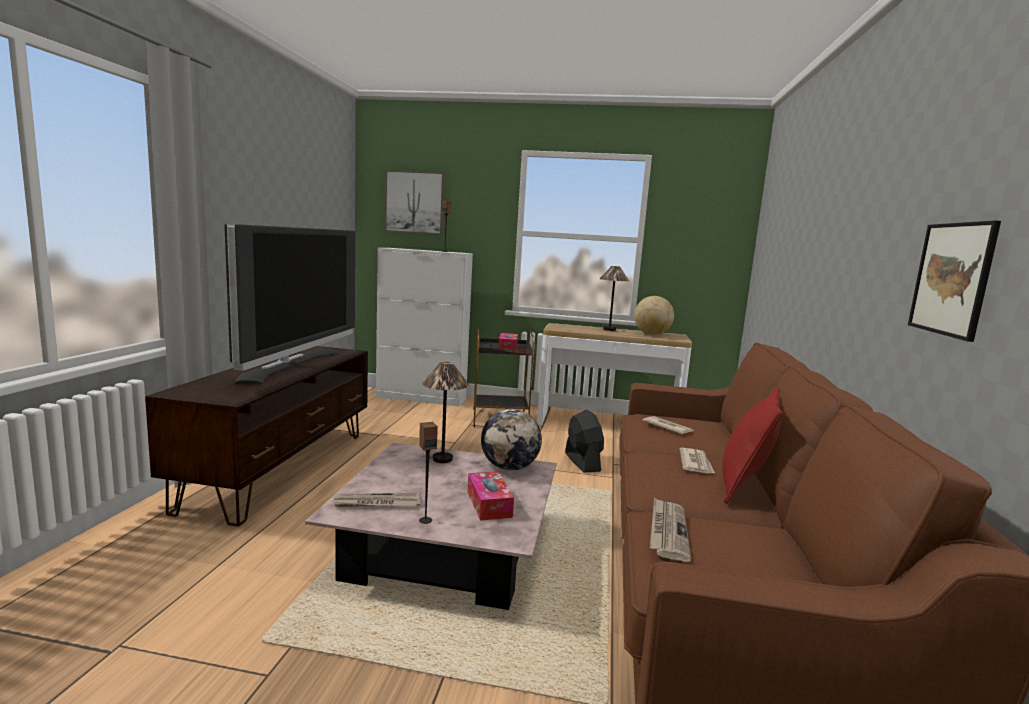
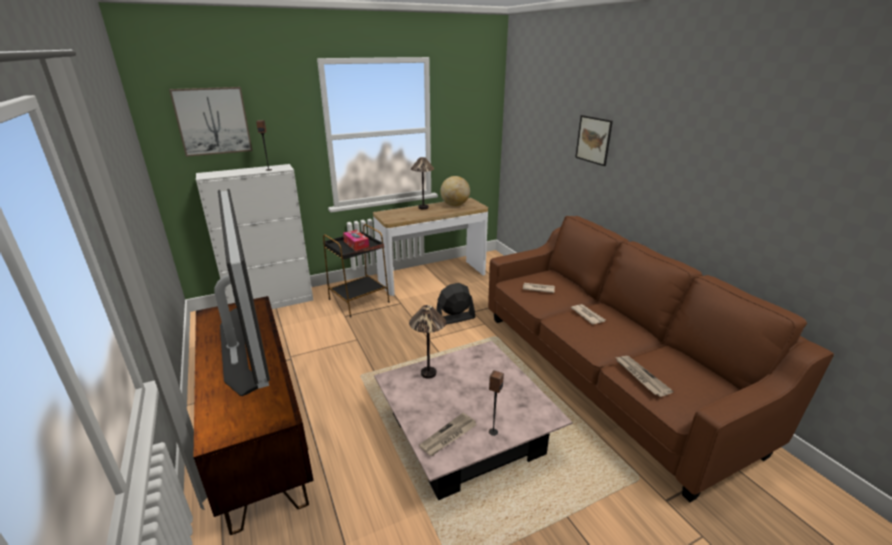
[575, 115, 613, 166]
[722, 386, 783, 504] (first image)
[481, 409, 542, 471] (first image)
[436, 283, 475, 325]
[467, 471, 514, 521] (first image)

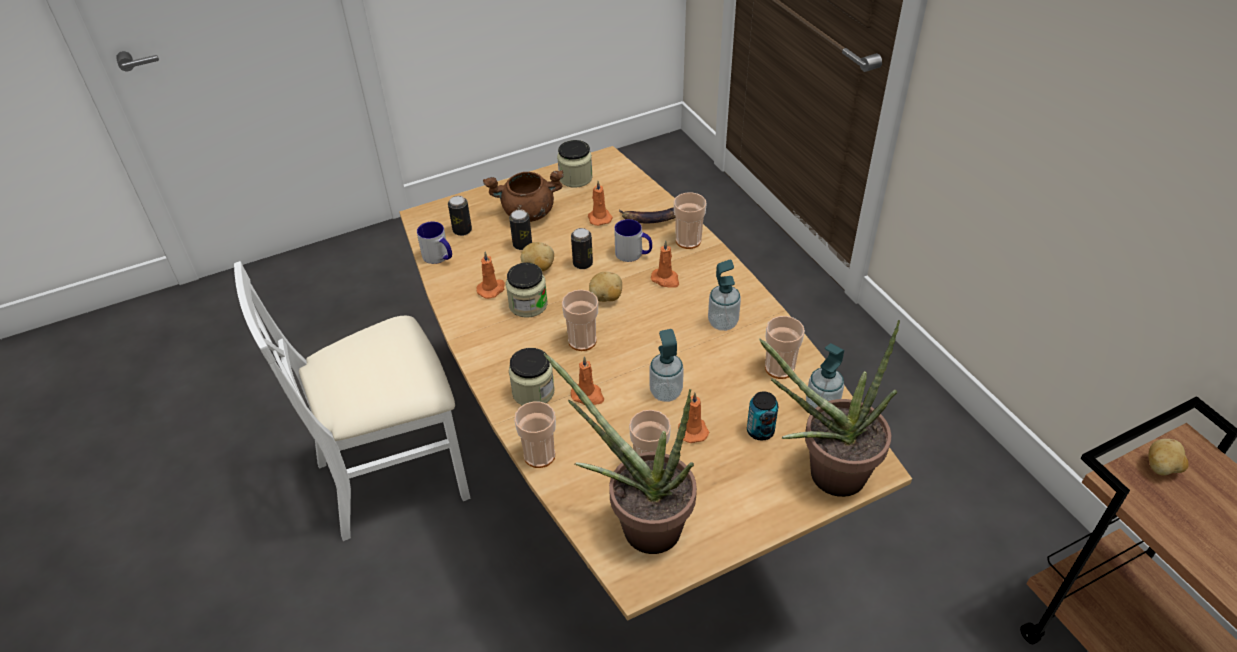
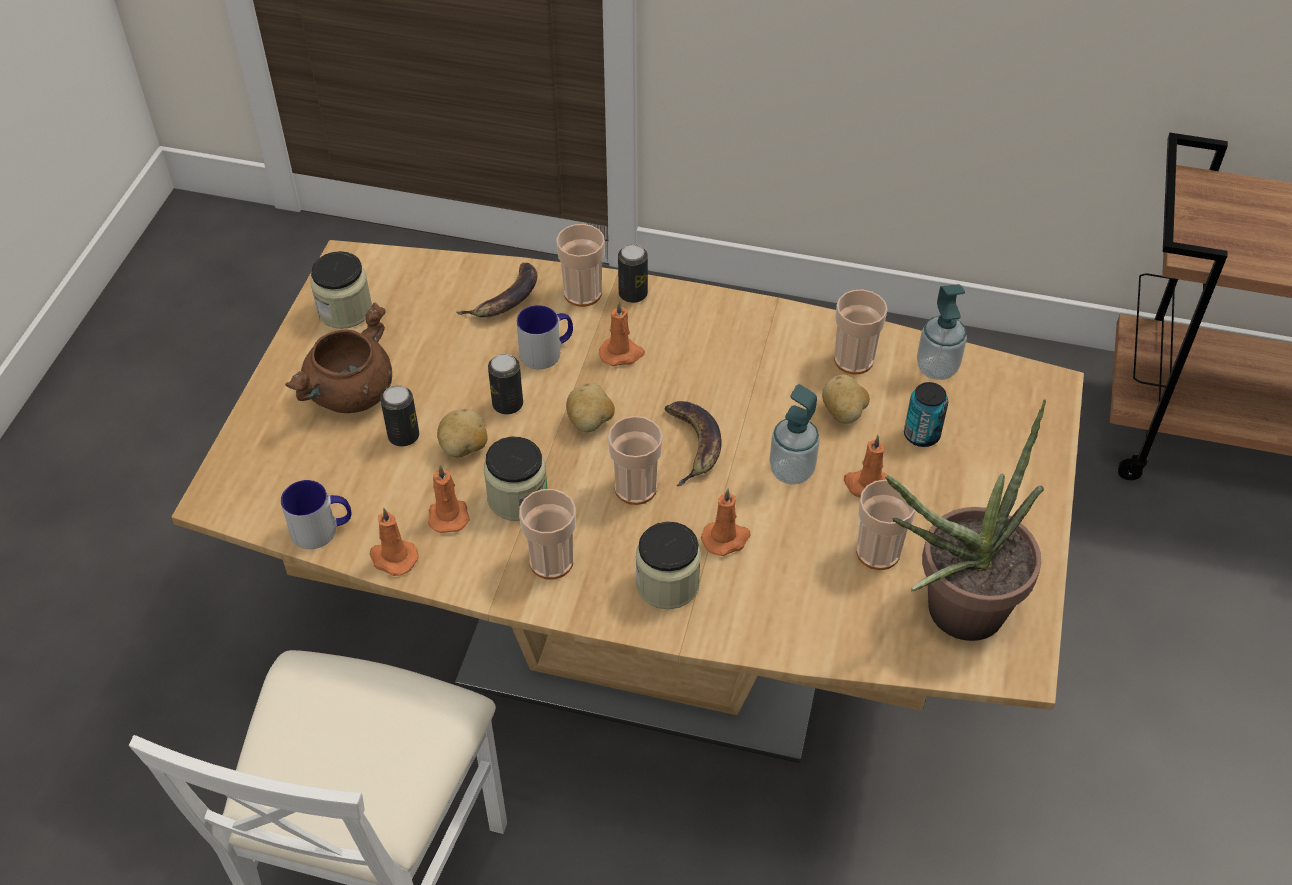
[370, 508, 419, 576]
[618, 244, 648, 303]
[708, 260, 741, 331] (first image)
[759, 320, 900, 497] (first image)
[519, 489, 575, 579]
[822, 374, 870, 424]
[665, 401, 722, 486]

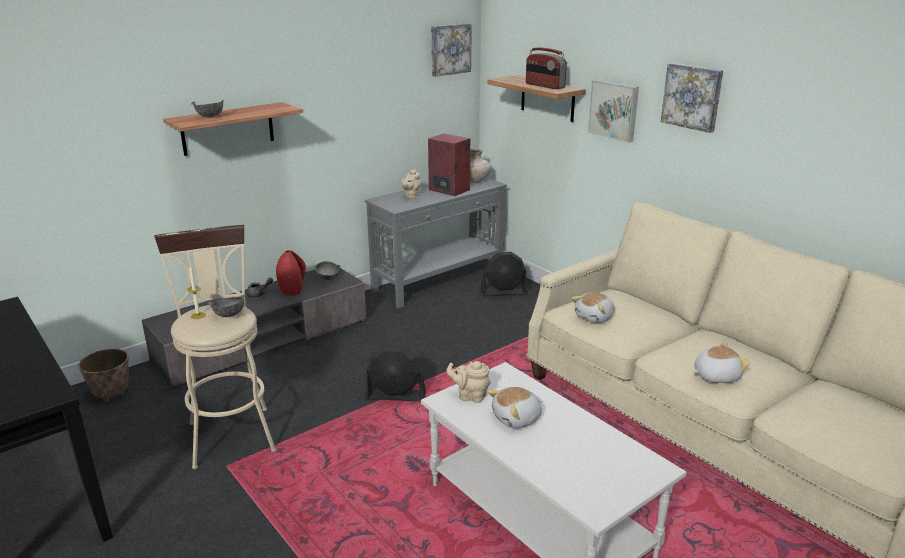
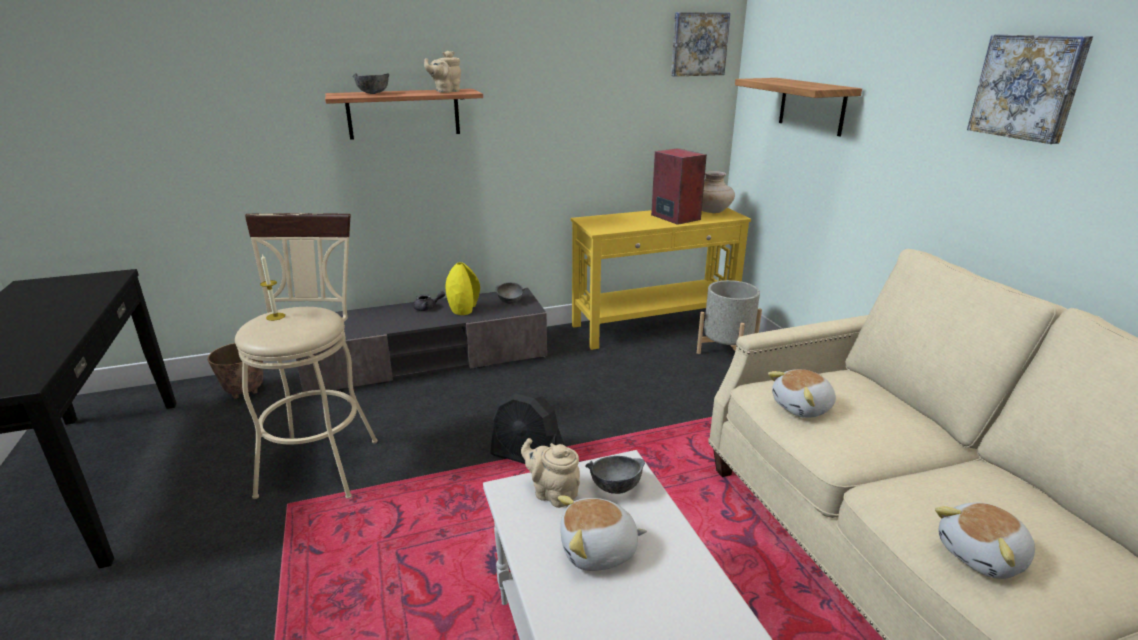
[526, 48, 567, 89] (first image)
[588, 80, 639, 143] (first image)
[424, 51, 461, 93]
[571, 208, 751, 350]
[445, 262, 480, 315]
[697, 280, 762, 354]
[585, 456, 645, 494]
[935, 502, 1035, 579]

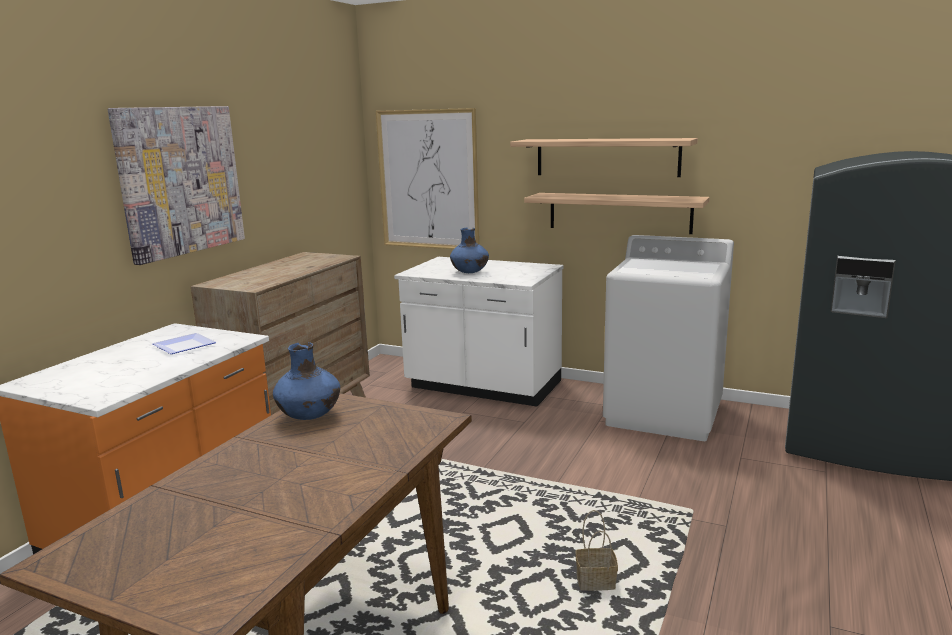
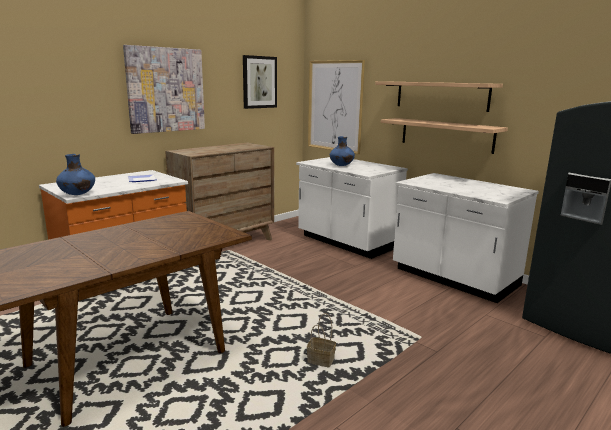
[393, 173, 539, 303]
[56, 154, 95, 195]
[243, 55, 277, 109]

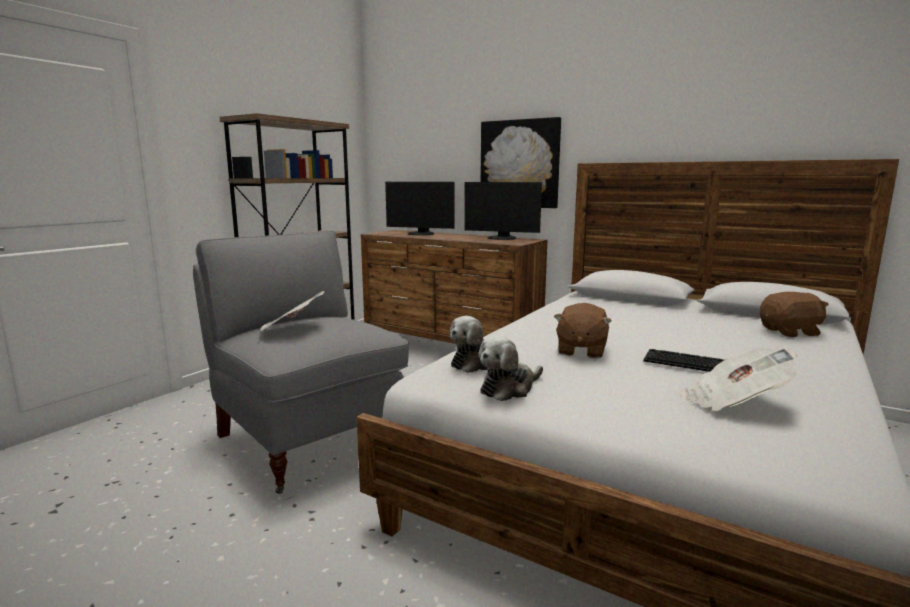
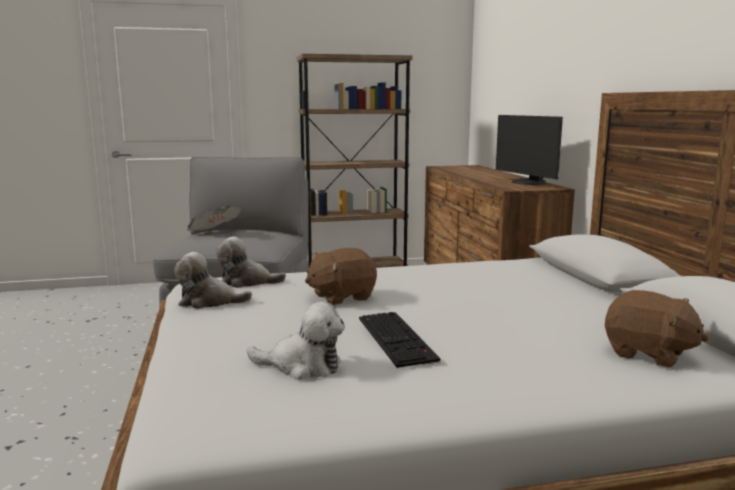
[480, 117, 561, 208] (first image)
[385, 182, 454, 235] (first image)
[247, 301, 345, 380]

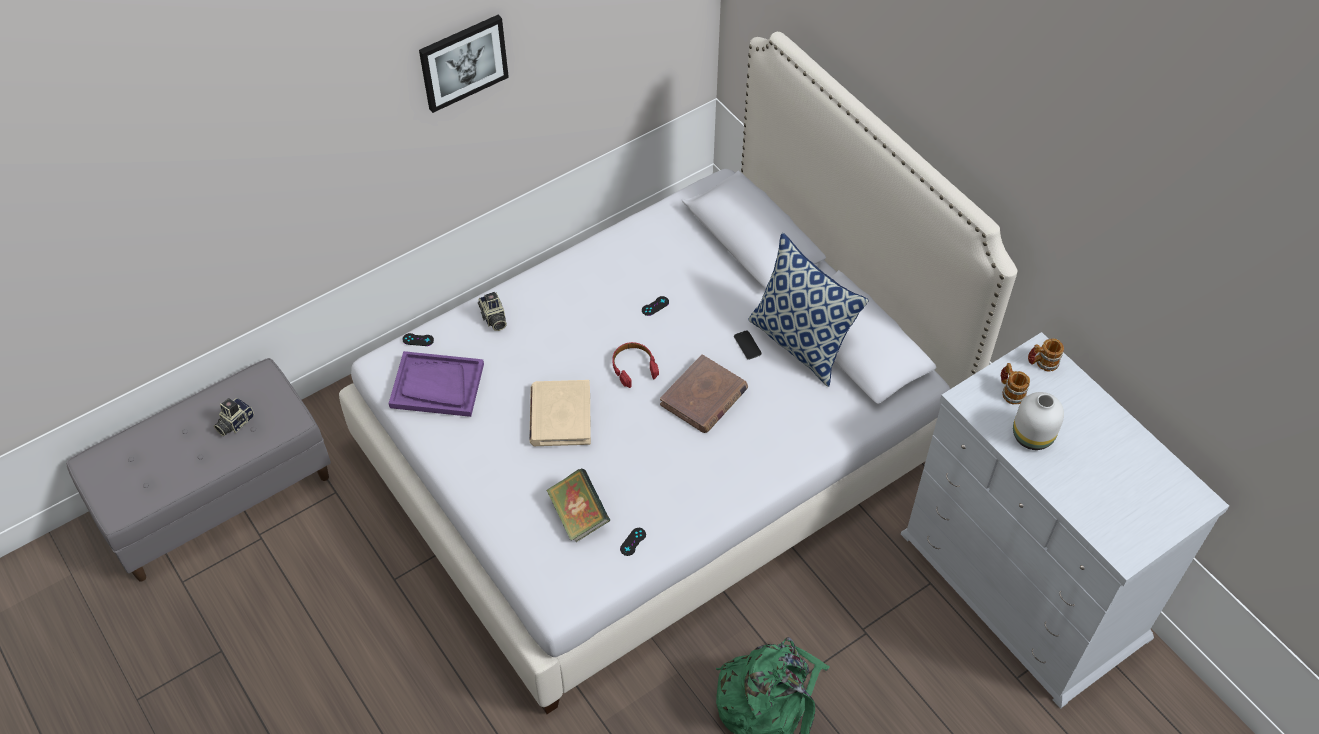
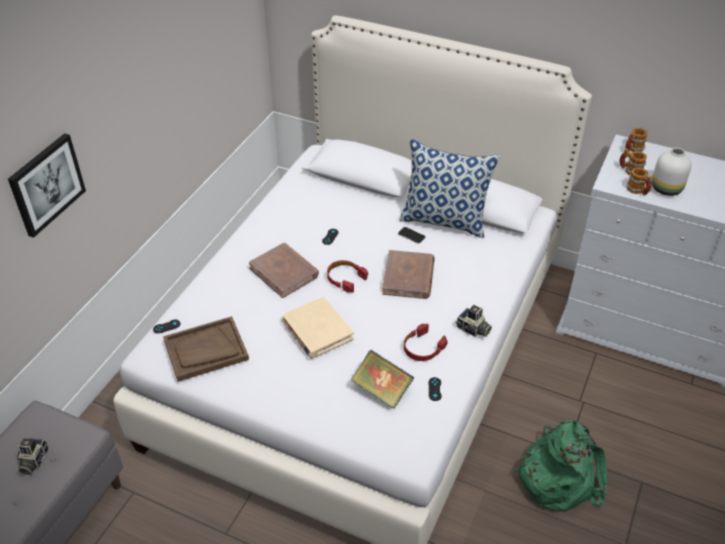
[8, 133, 86, 238]
[455, 305, 492, 337]
[163, 316, 249, 382]
[627, 167, 652, 195]
[249, 243, 319, 298]
[404, 324, 448, 361]

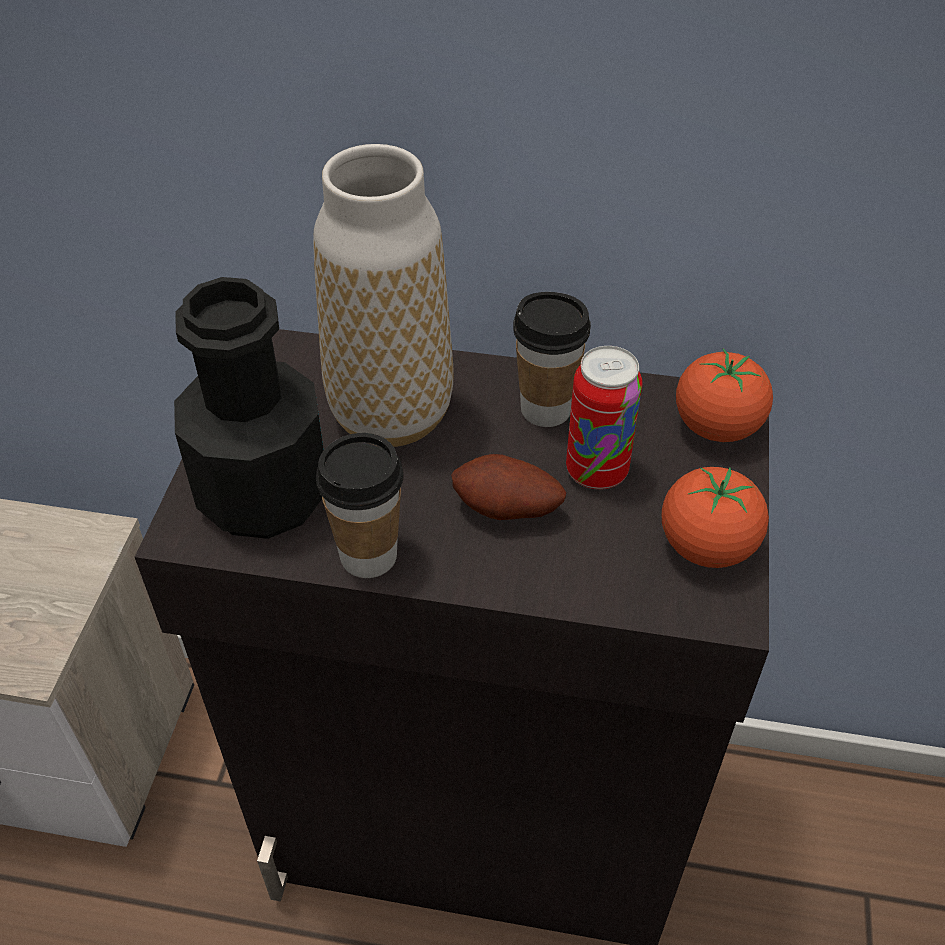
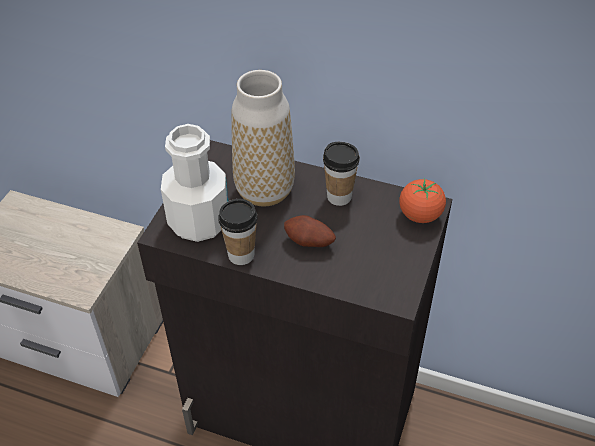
[161, 124, 228, 242]
[566, 346, 642, 490] (first image)
[662, 467, 769, 568] (first image)

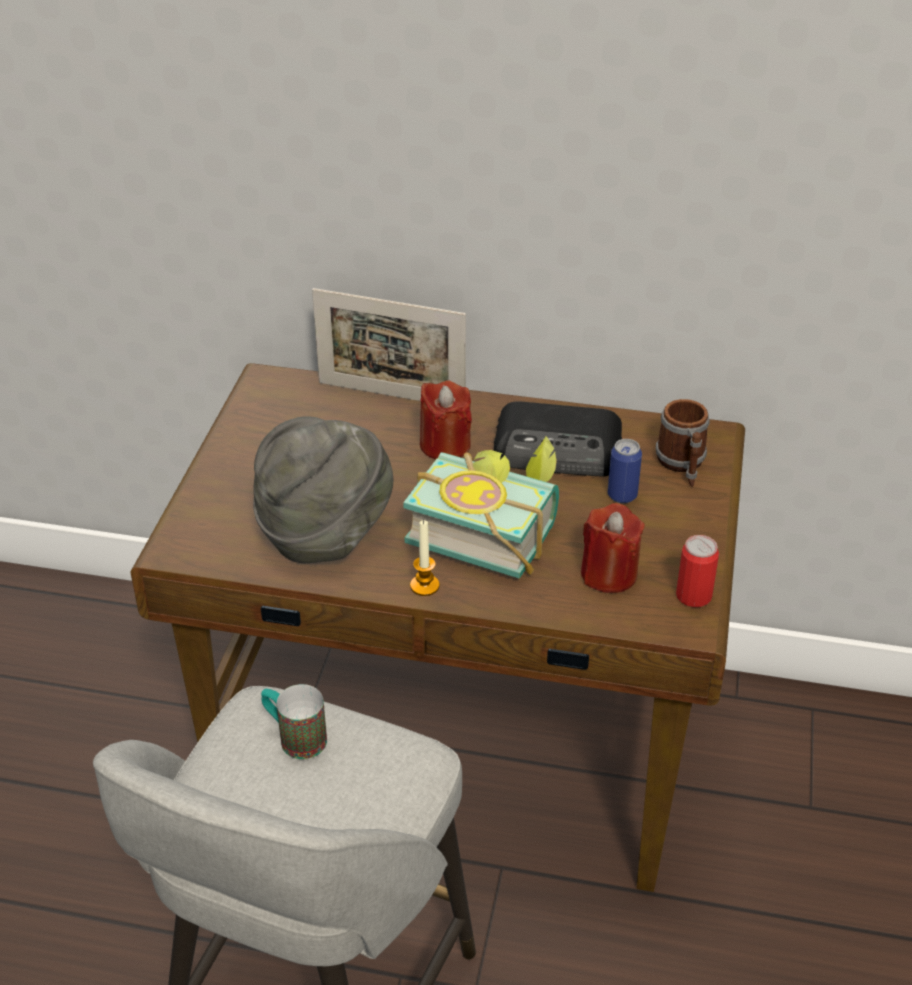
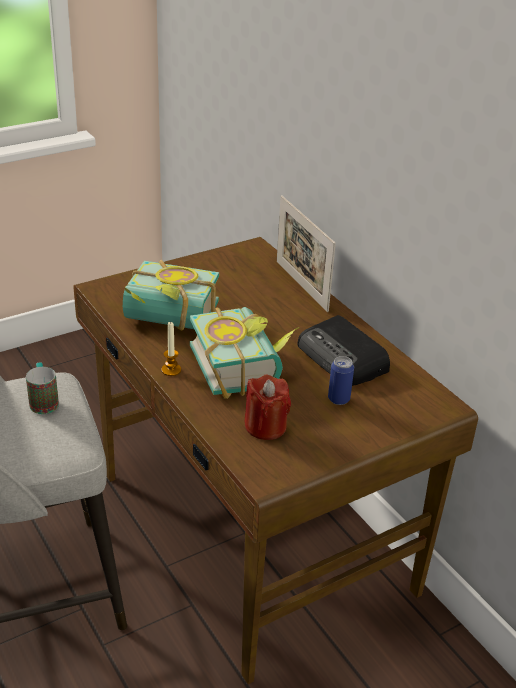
[420, 380, 472, 460] (first image)
[656, 399, 710, 487] (first image)
[123, 260, 219, 331]
[676, 535, 719, 607] (first image)

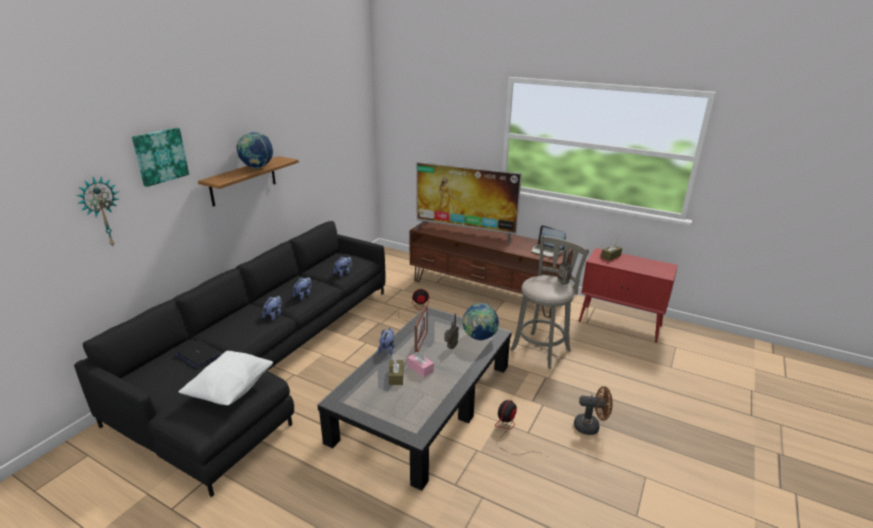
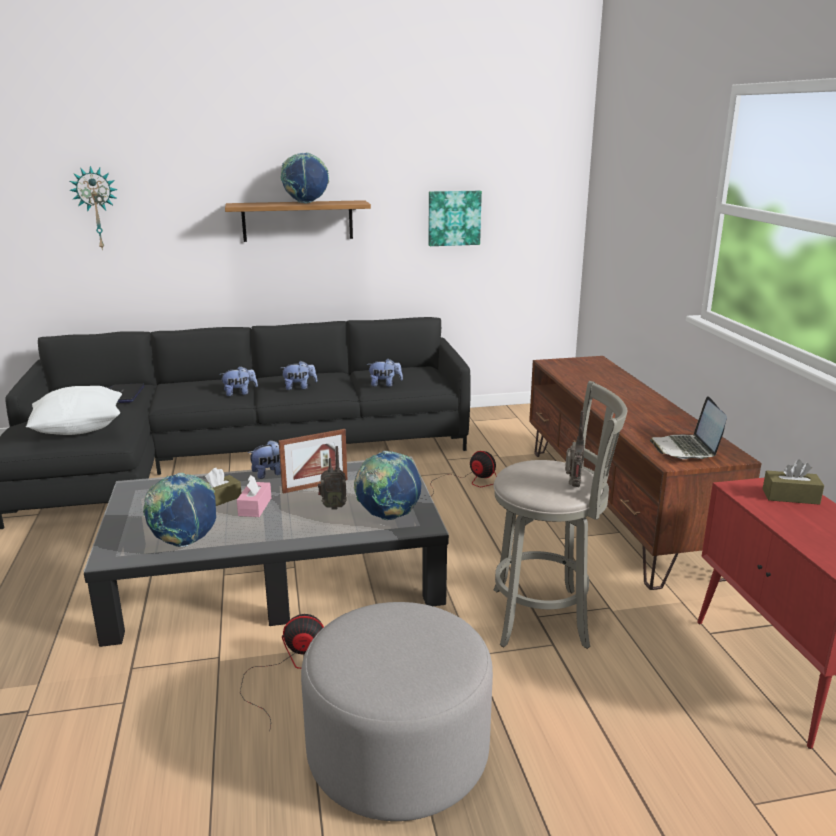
[428, 191, 482, 246]
[415, 162, 522, 245] (first image)
[301, 602, 493, 821]
[143, 473, 216, 547]

